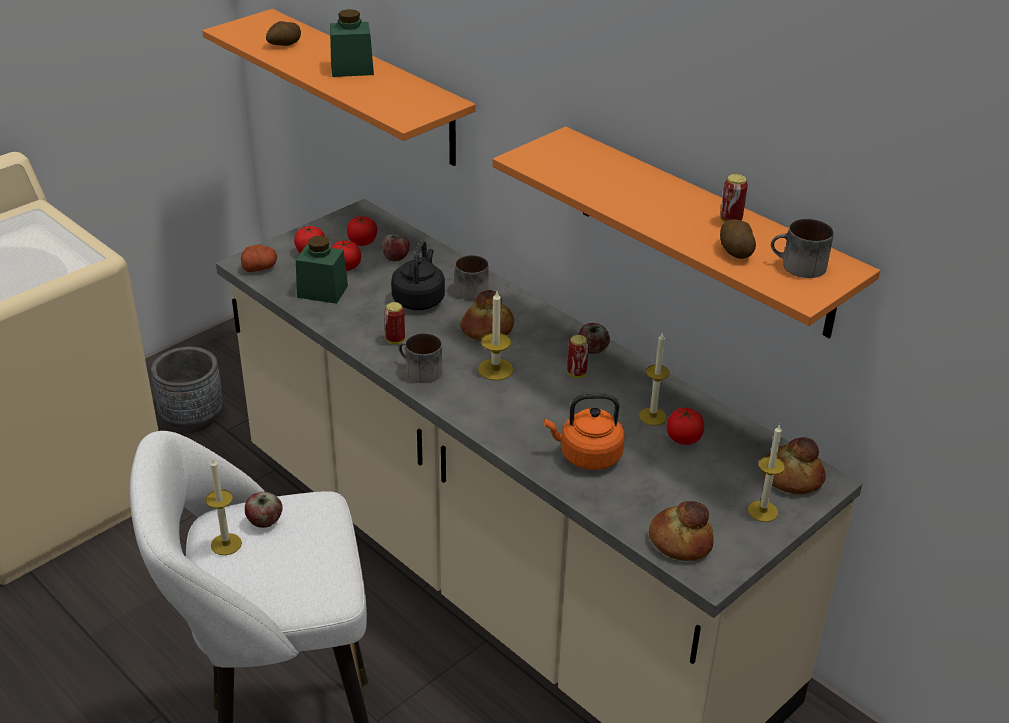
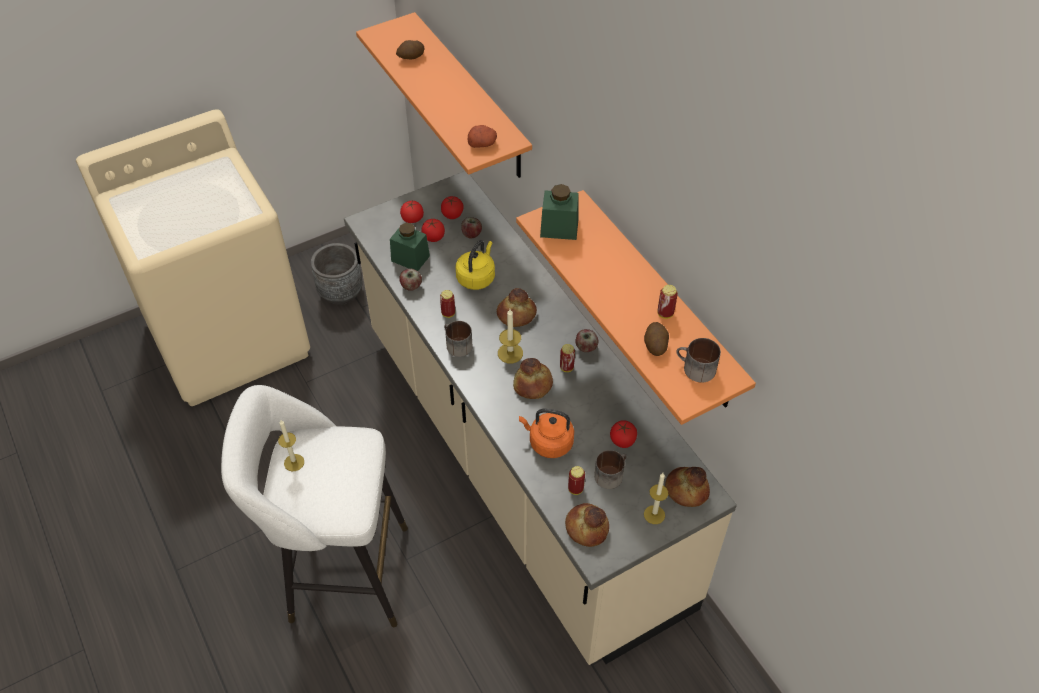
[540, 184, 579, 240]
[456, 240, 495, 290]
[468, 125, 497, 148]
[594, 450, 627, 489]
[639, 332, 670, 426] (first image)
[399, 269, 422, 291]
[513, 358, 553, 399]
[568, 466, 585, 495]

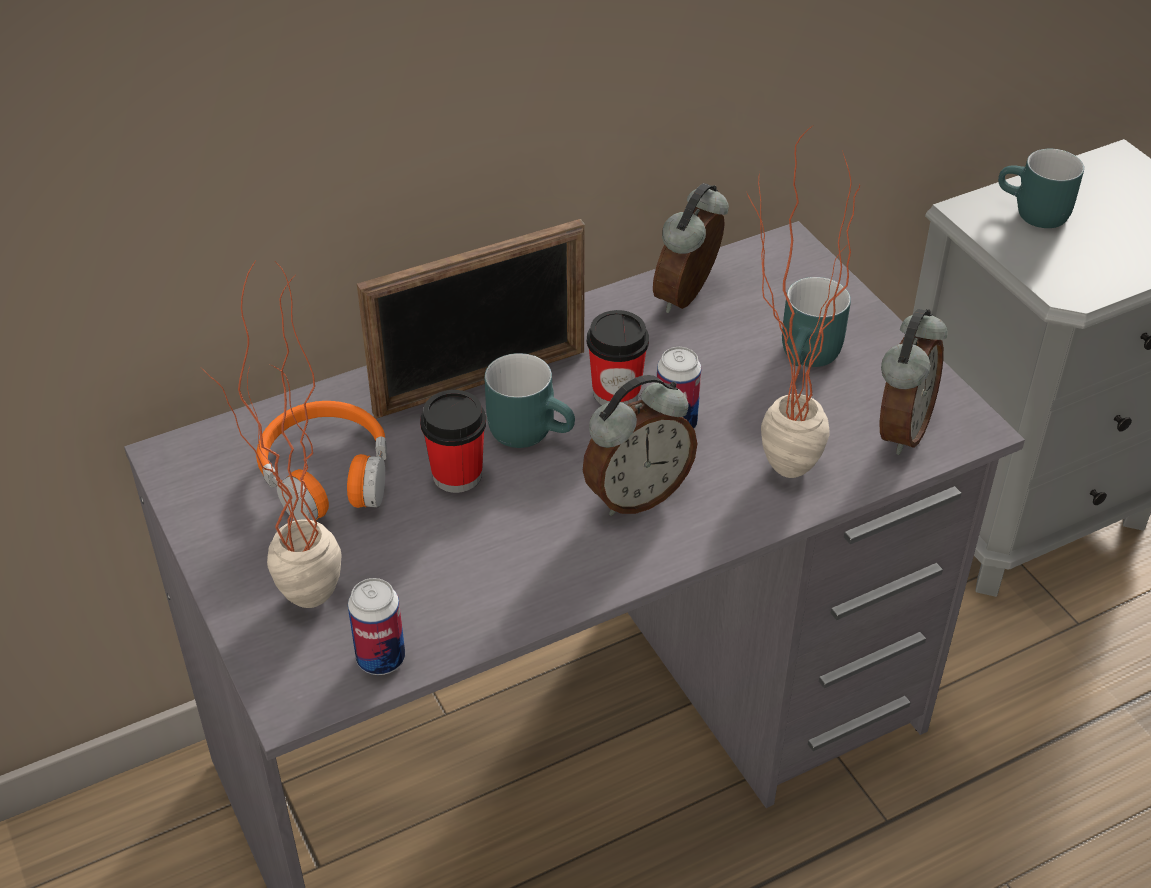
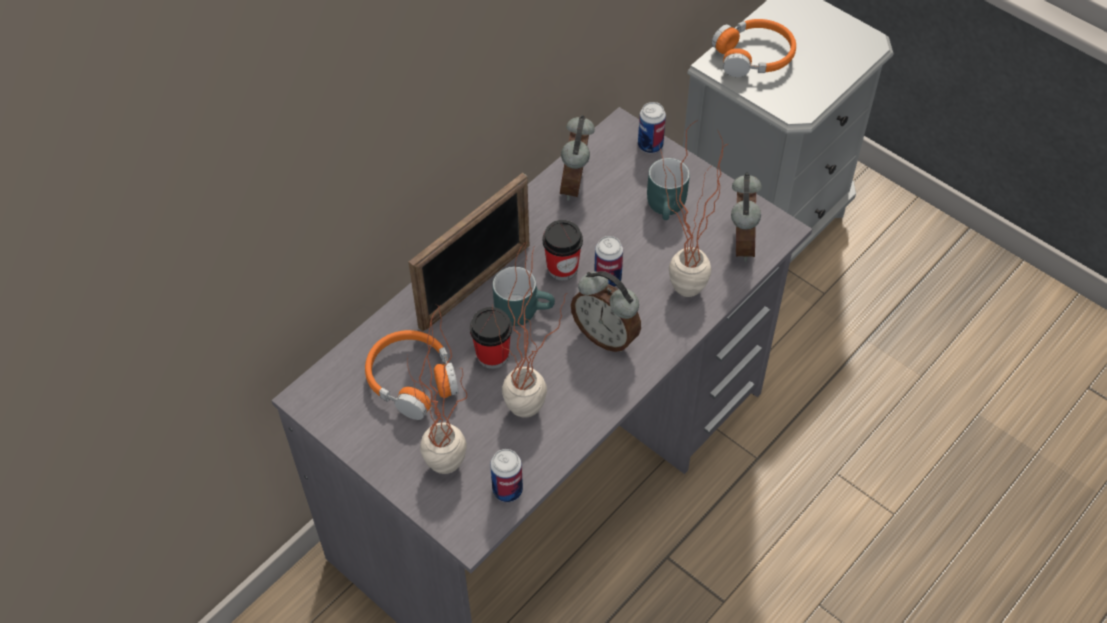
[712, 19, 796, 77]
[571, 271, 641, 352]
[638, 102, 666, 153]
[492, 242, 568, 418]

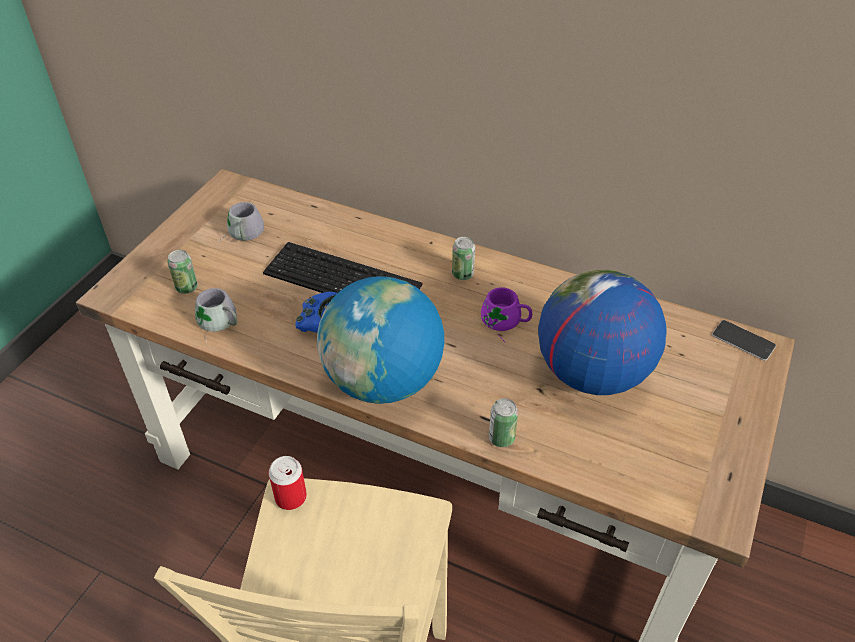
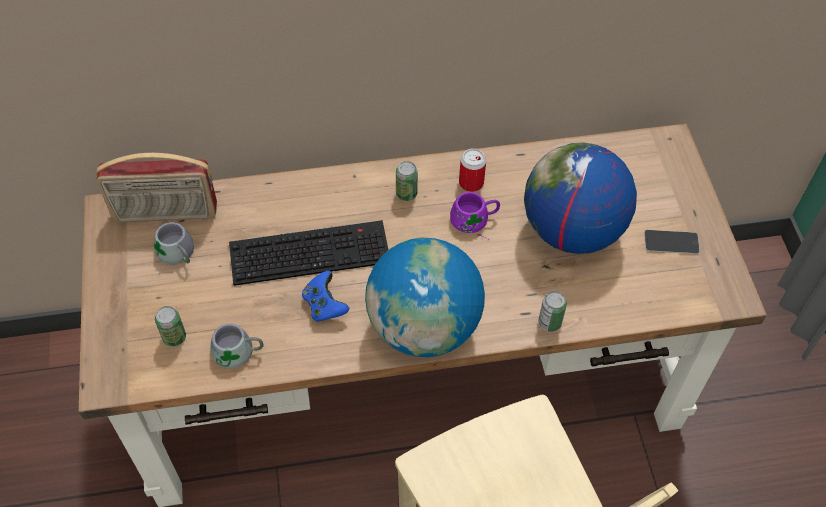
[644, 230, 700, 254]
[459, 148, 486, 192]
[96, 153, 217, 222]

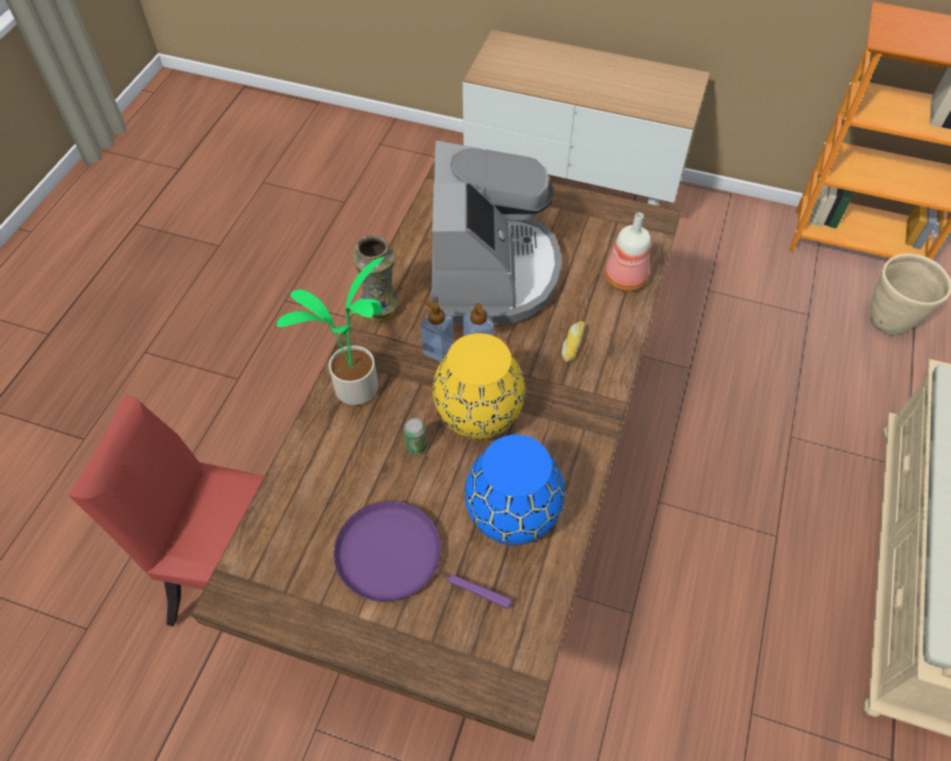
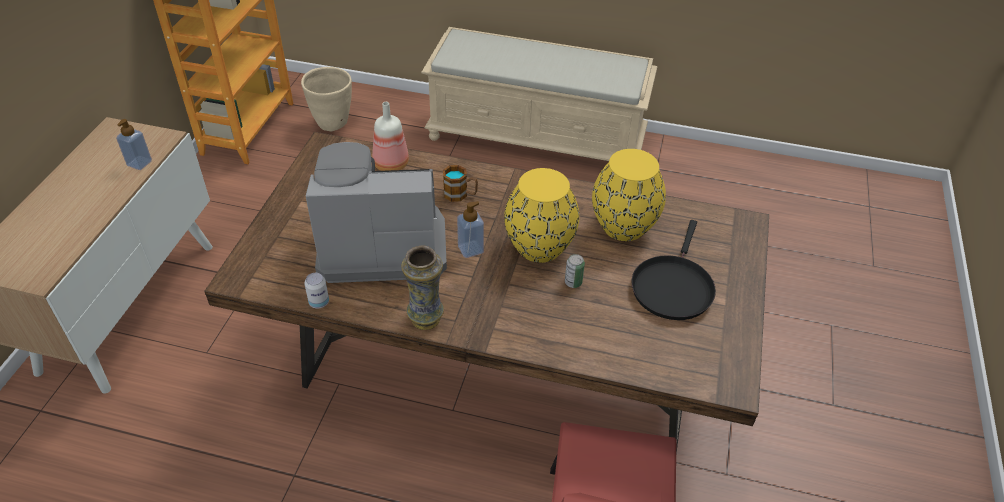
[277, 257, 384, 405] (first image)
[116, 119, 152, 170]
[443, 165, 478, 202]
[592, 149, 666, 241]
[632, 220, 716, 320]
[304, 273, 329, 308]

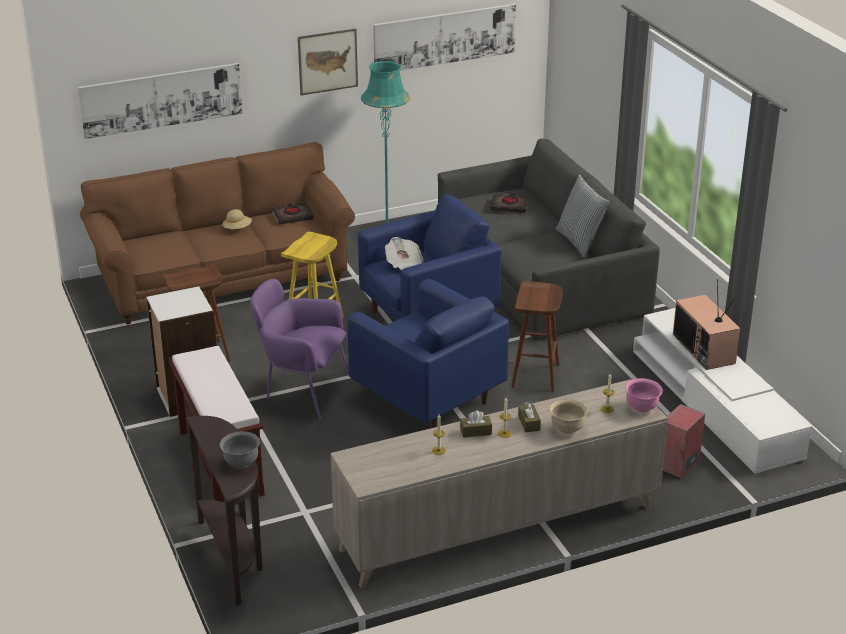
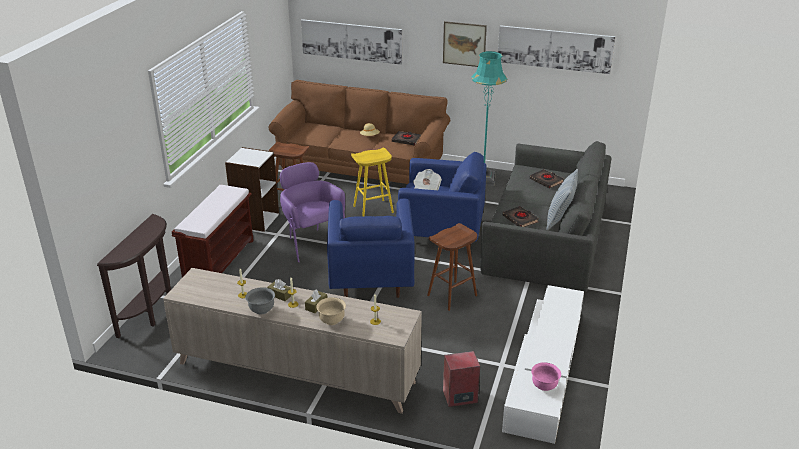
[673, 279, 741, 370] (first image)
[531, 362, 561, 391]
[245, 287, 275, 315]
[503, 206, 539, 227]

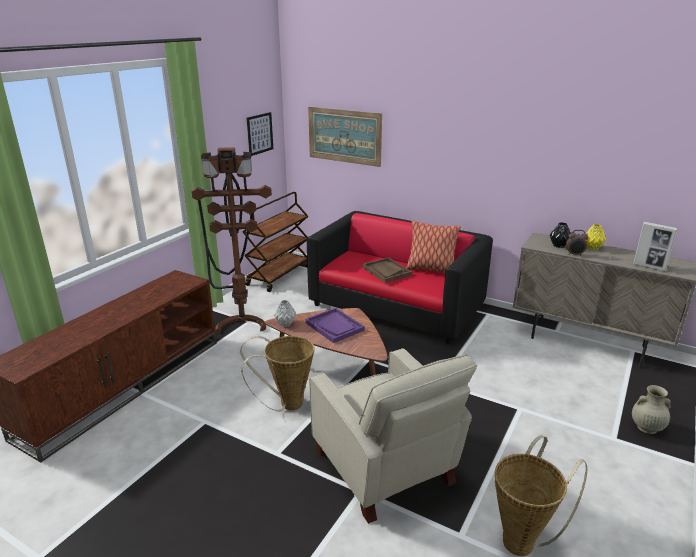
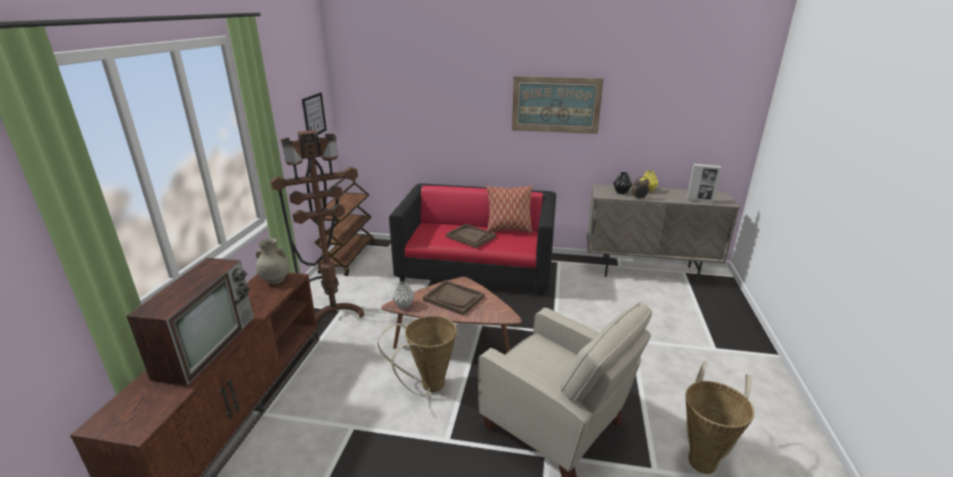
[512, 76, 604, 134]
[423, 280, 484, 315]
[256, 238, 290, 284]
[126, 258, 254, 385]

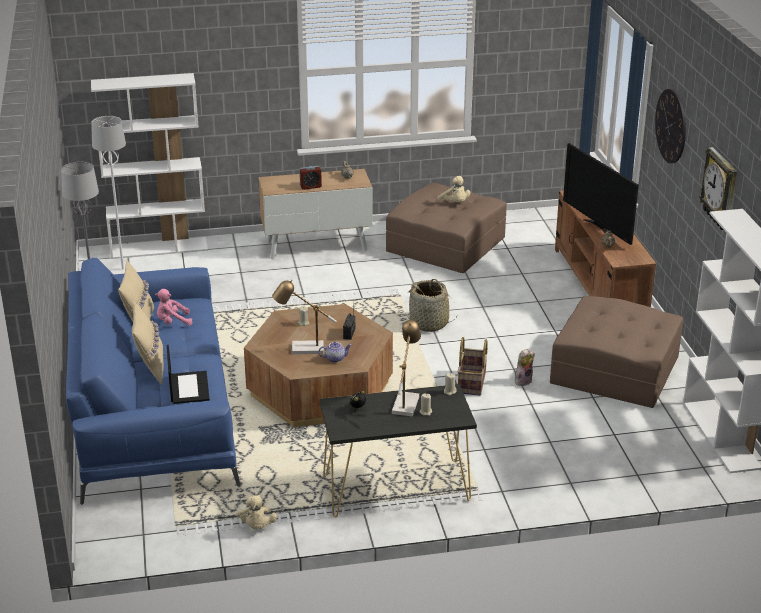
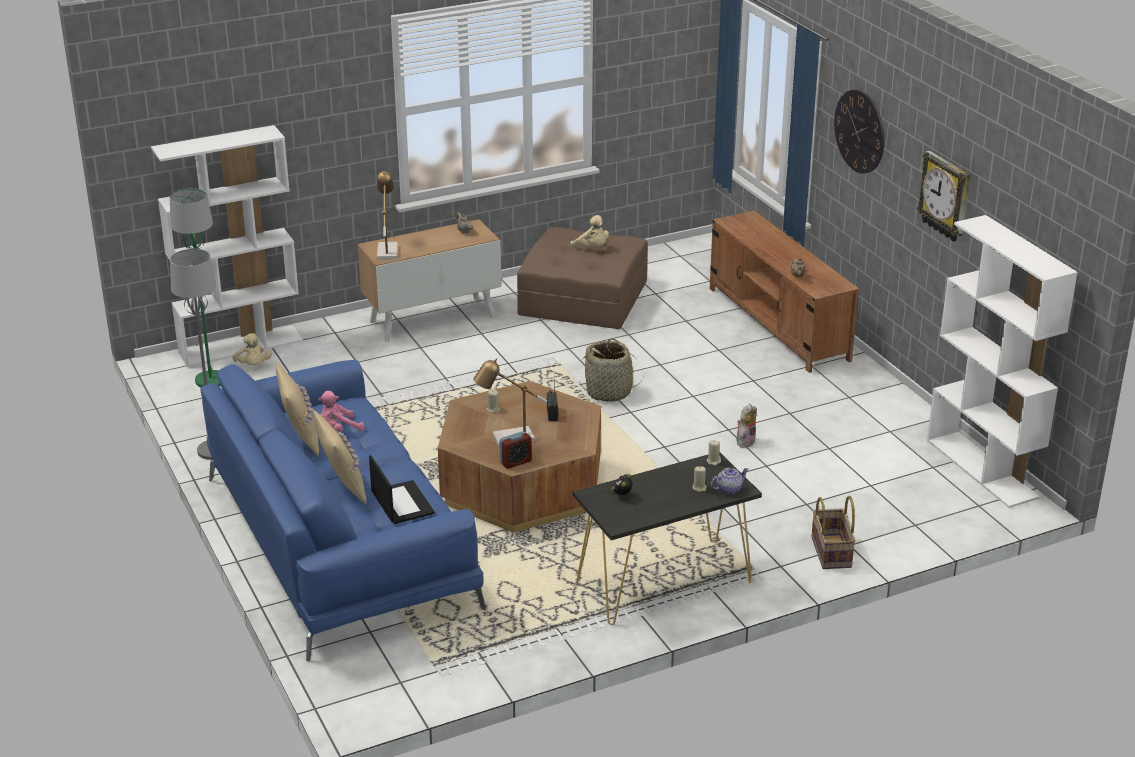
[170, 188, 221, 387]
[563, 143, 639, 245] (first image)
[500, 431, 532, 469]
[550, 296, 683, 408] (first image)
[377, 171, 398, 260]
[811, 496, 856, 569]
[711, 468, 749, 494]
[232, 333, 272, 366]

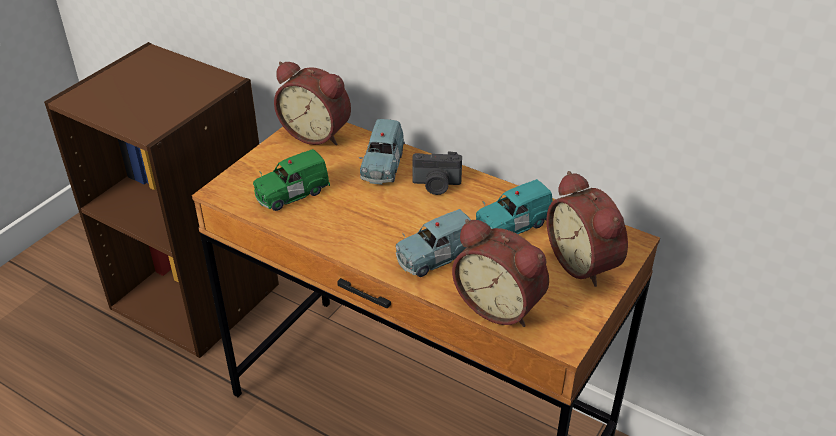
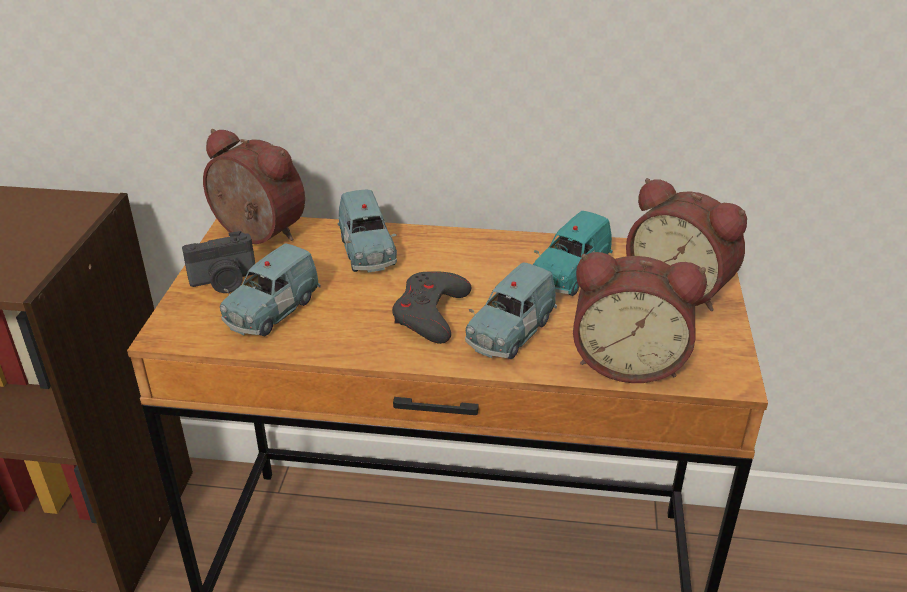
[203, 129, 305, 244]
[220, 244, 320, 336]
[182, 231, 255, 293]
[392, 271, 472, 344]

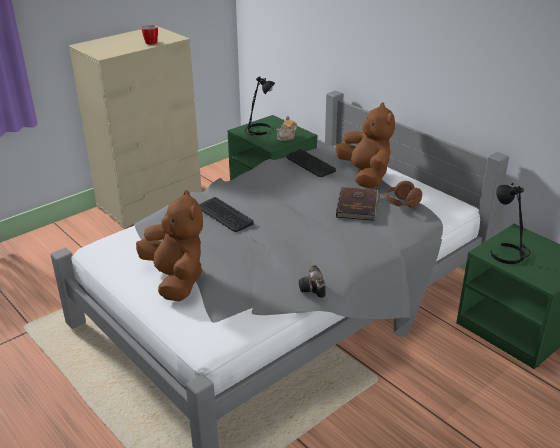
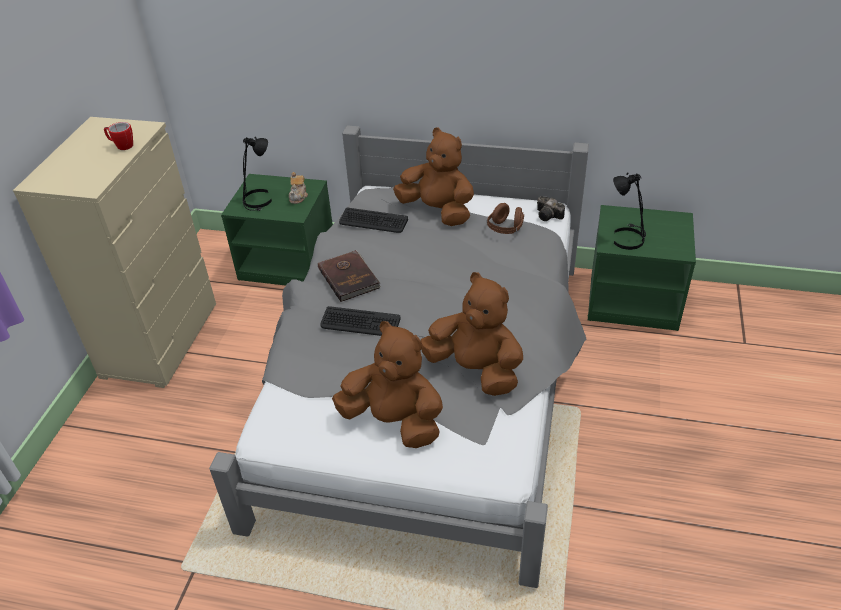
[318, 250, 381, 302]
[537, 196, 565, 221]
[420, 272, 523, 396]

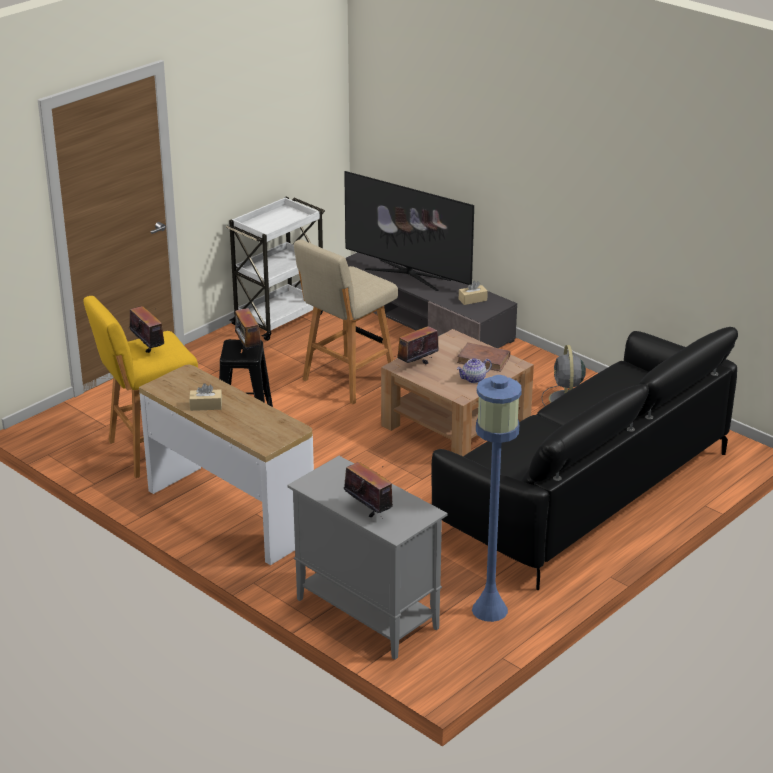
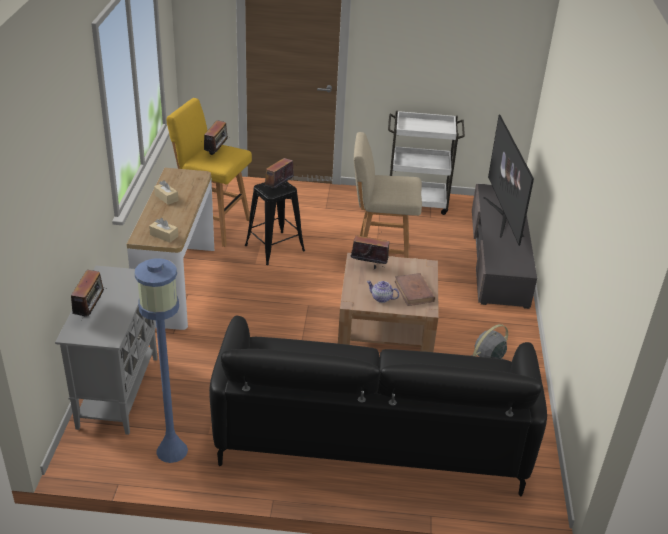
[149, 218, 178, 243]

